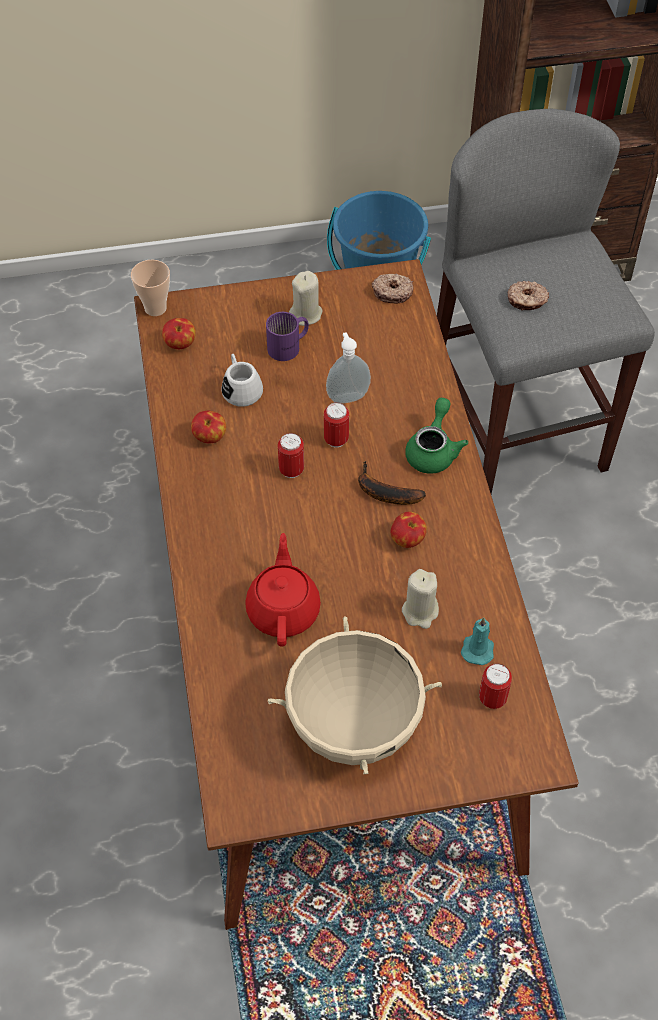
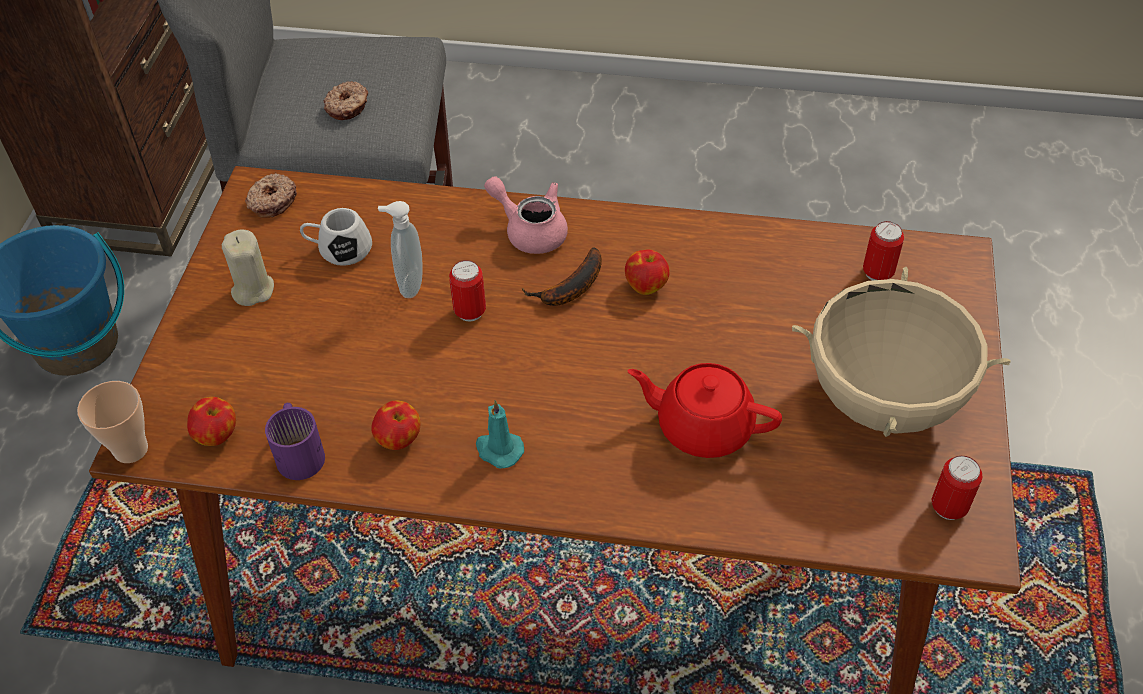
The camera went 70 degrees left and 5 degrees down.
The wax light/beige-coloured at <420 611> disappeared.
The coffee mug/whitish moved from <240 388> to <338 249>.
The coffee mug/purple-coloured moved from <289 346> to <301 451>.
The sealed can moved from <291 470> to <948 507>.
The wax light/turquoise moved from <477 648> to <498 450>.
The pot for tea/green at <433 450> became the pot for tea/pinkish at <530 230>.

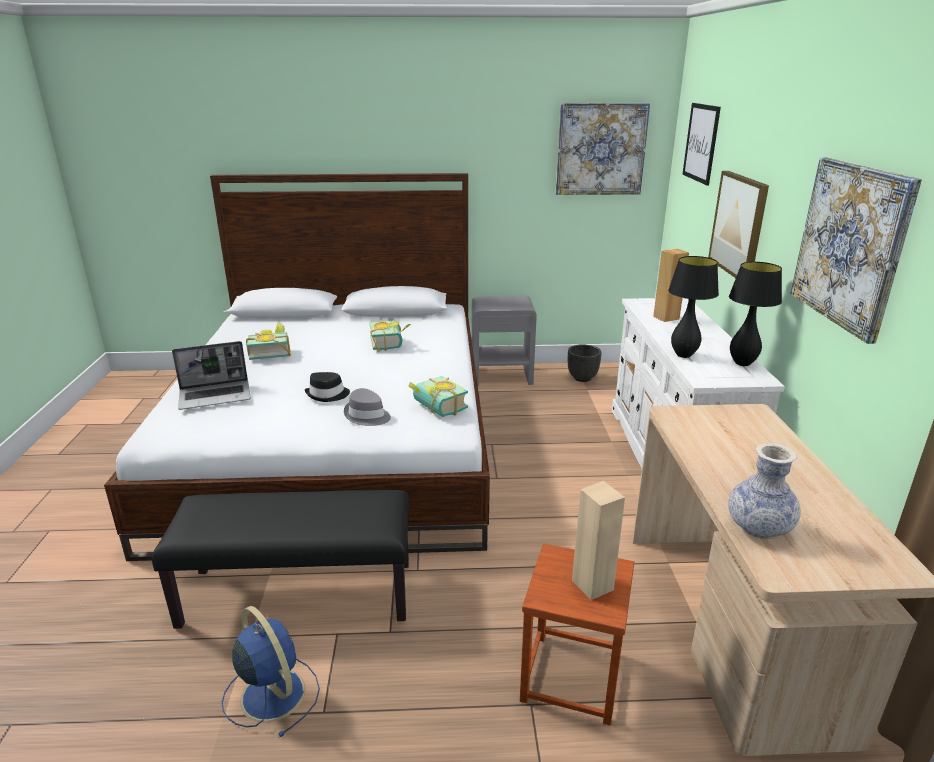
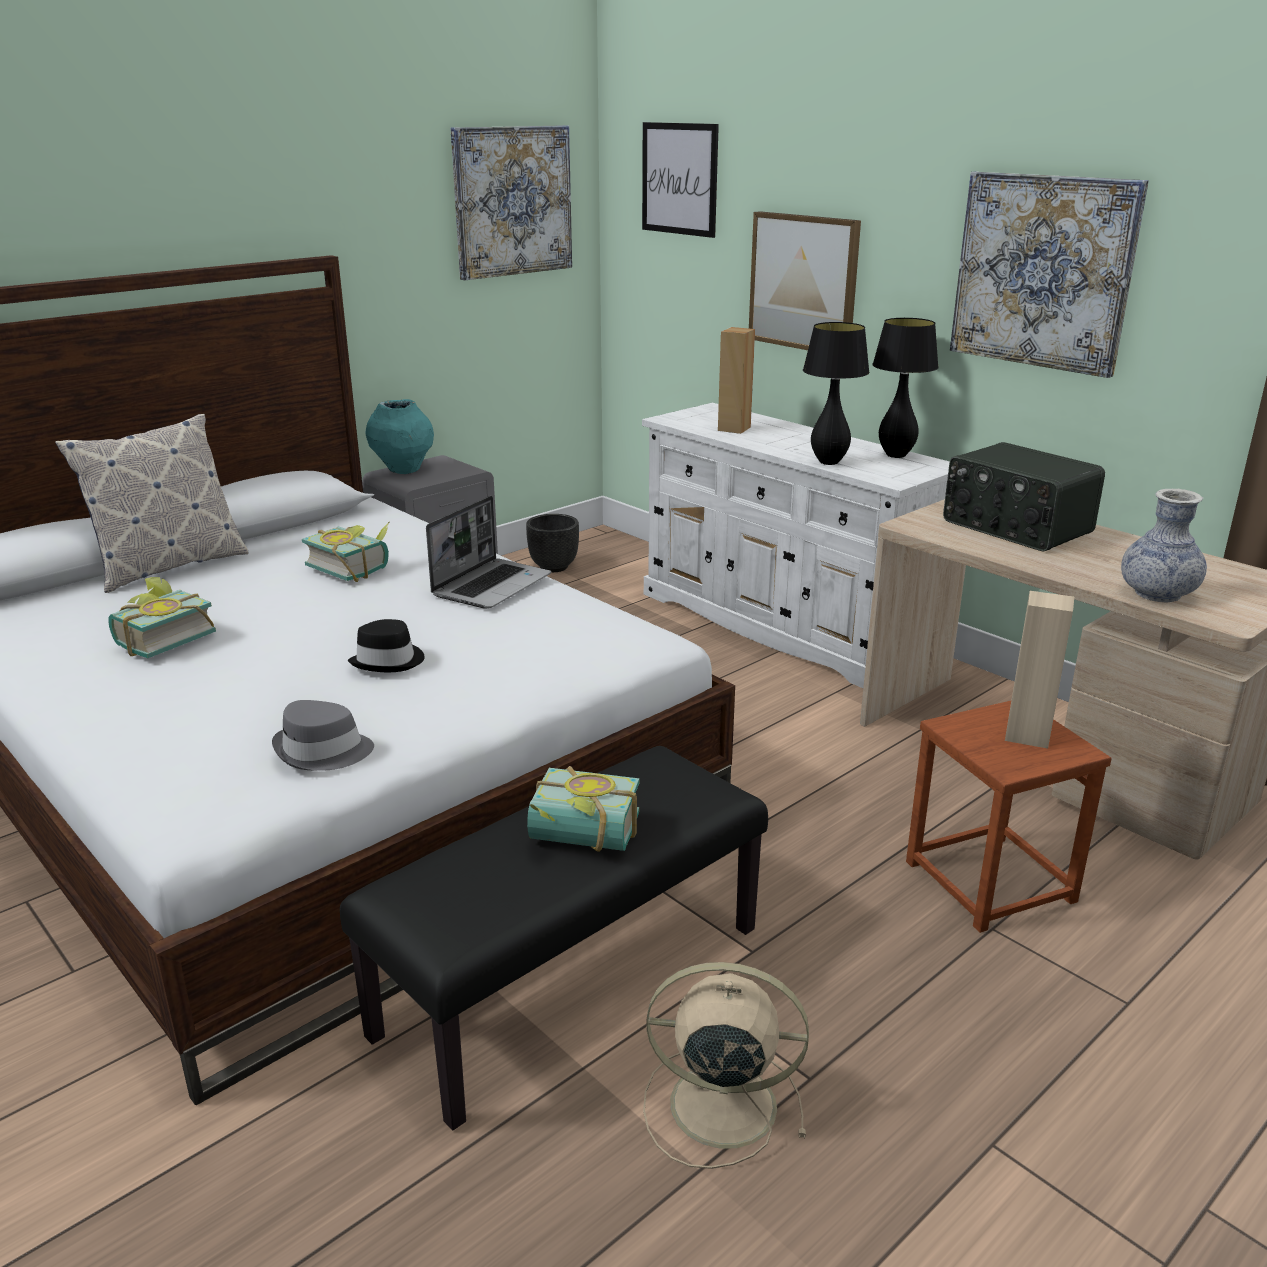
The camera went 40 degrees left and 0 degrees up.
The cushion at <169 566> appeared.
The decorative vase/turquoise at <403 470> appeared.
The radio at <1015 527> appeared.
The notebook computer moved from <216 396> to <492 585>.
The hat/gray moved from <367 416> to <323 752>.
The book moved from <436 409> to <581 840>.
The electric fan/blue at <271 693> became the electric fan/beige-coloured at <718 1104>.

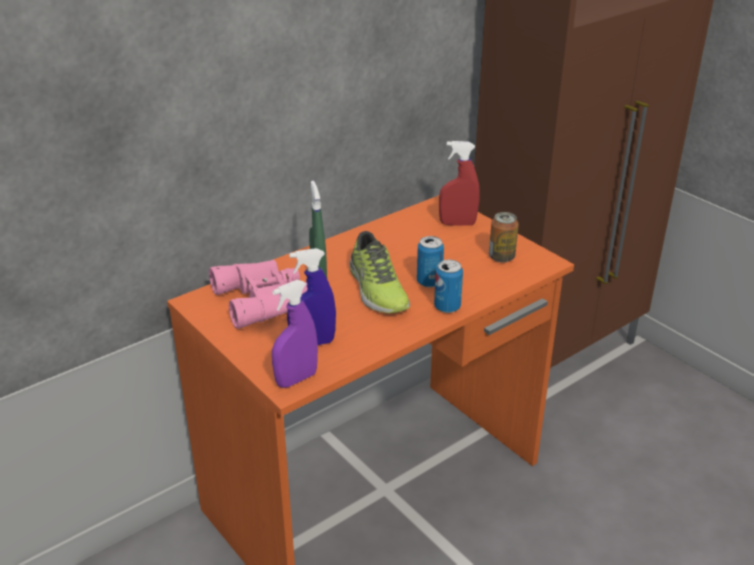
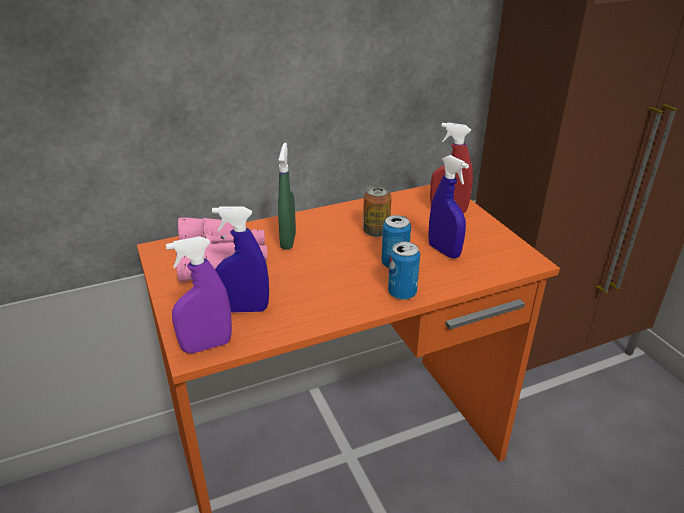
The camera went 15 degrees right and 0 degrees up.
The low shoe at <376 289> disappeared.
The hand sprayer/blue at <444 251> appeared.
The sealed can moved from <501 257> to <376 232>.

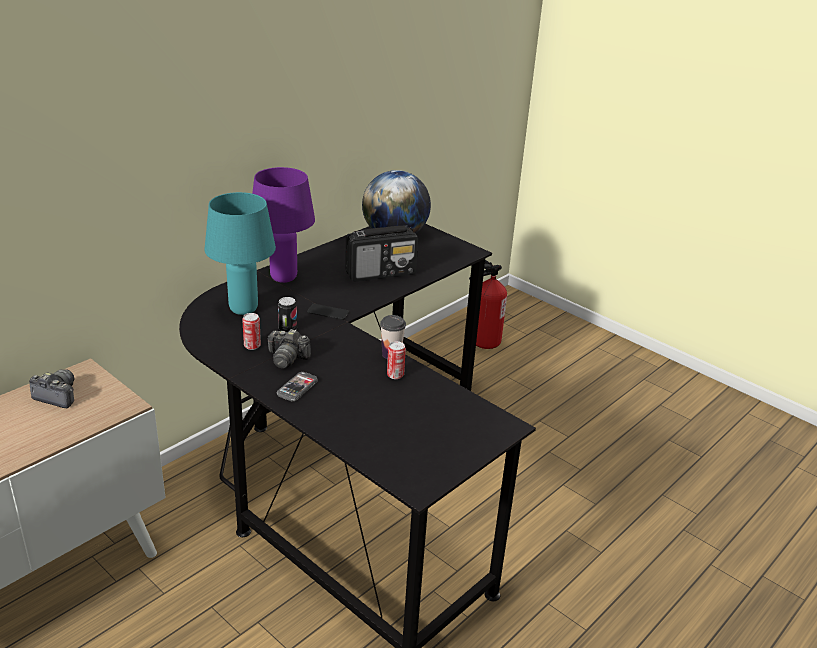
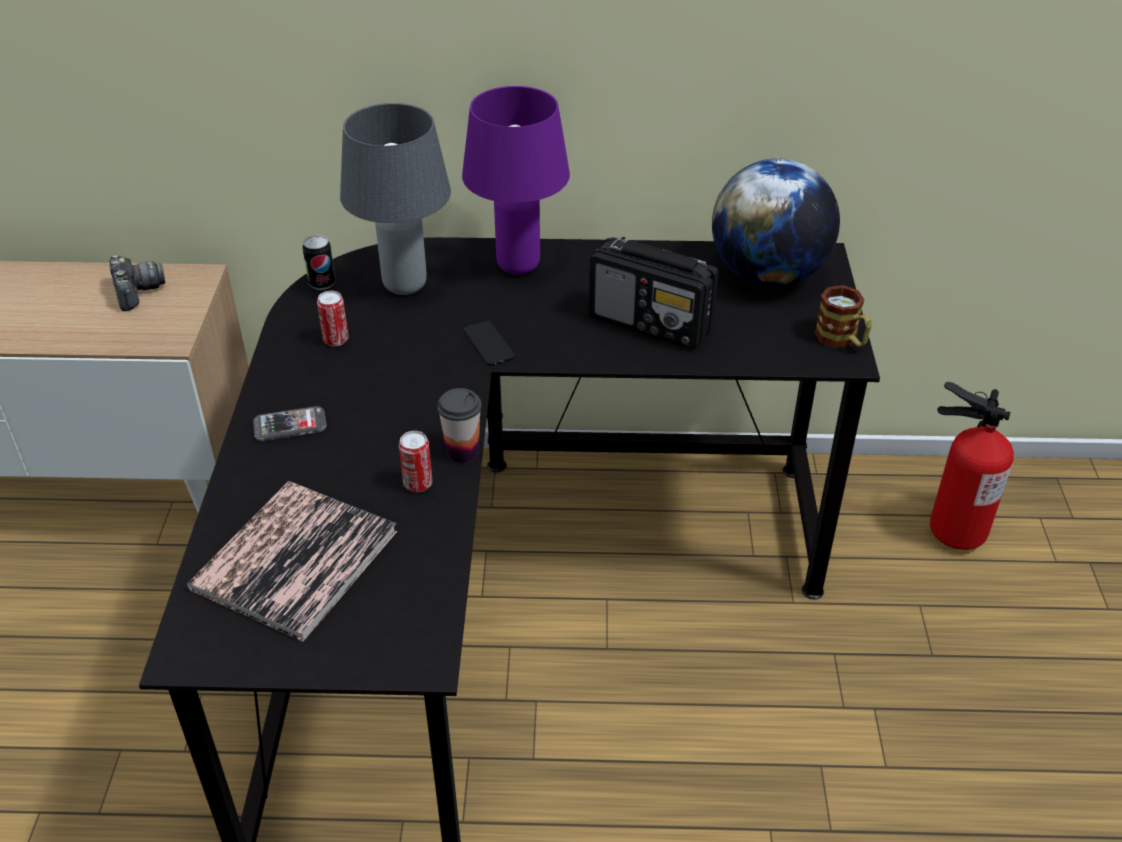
The camera went 50 degrees right and 10 degrees up.
The still camera at <287 358> disappeared.
The book at <295 560> appeared.
The coffee mug at <842 340> appeared.
The sealed can moved from <287 329> to <322 283>.
The lamp for a table/turquoise at <243 309> became the lamp for a table/gray at <405 284>.

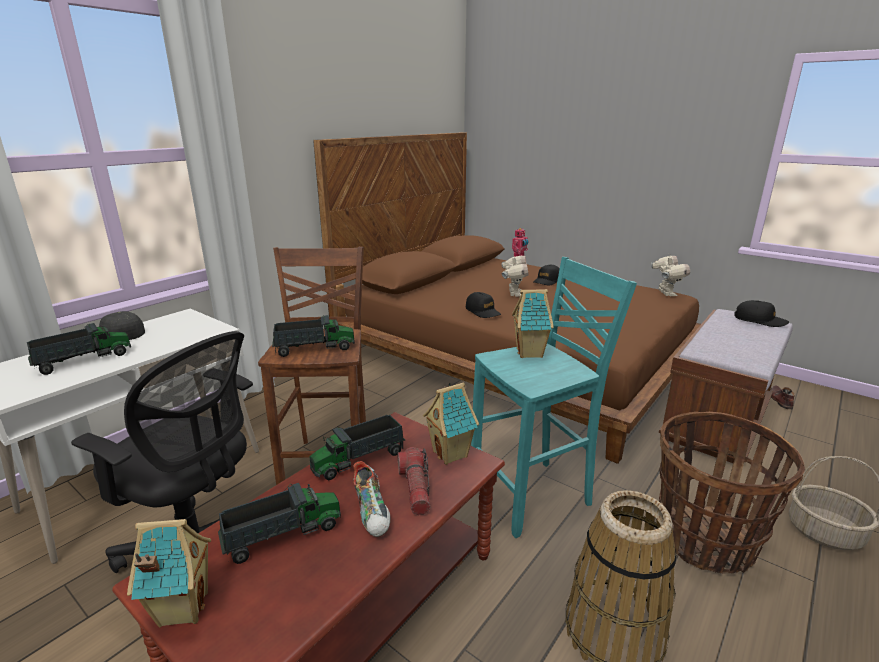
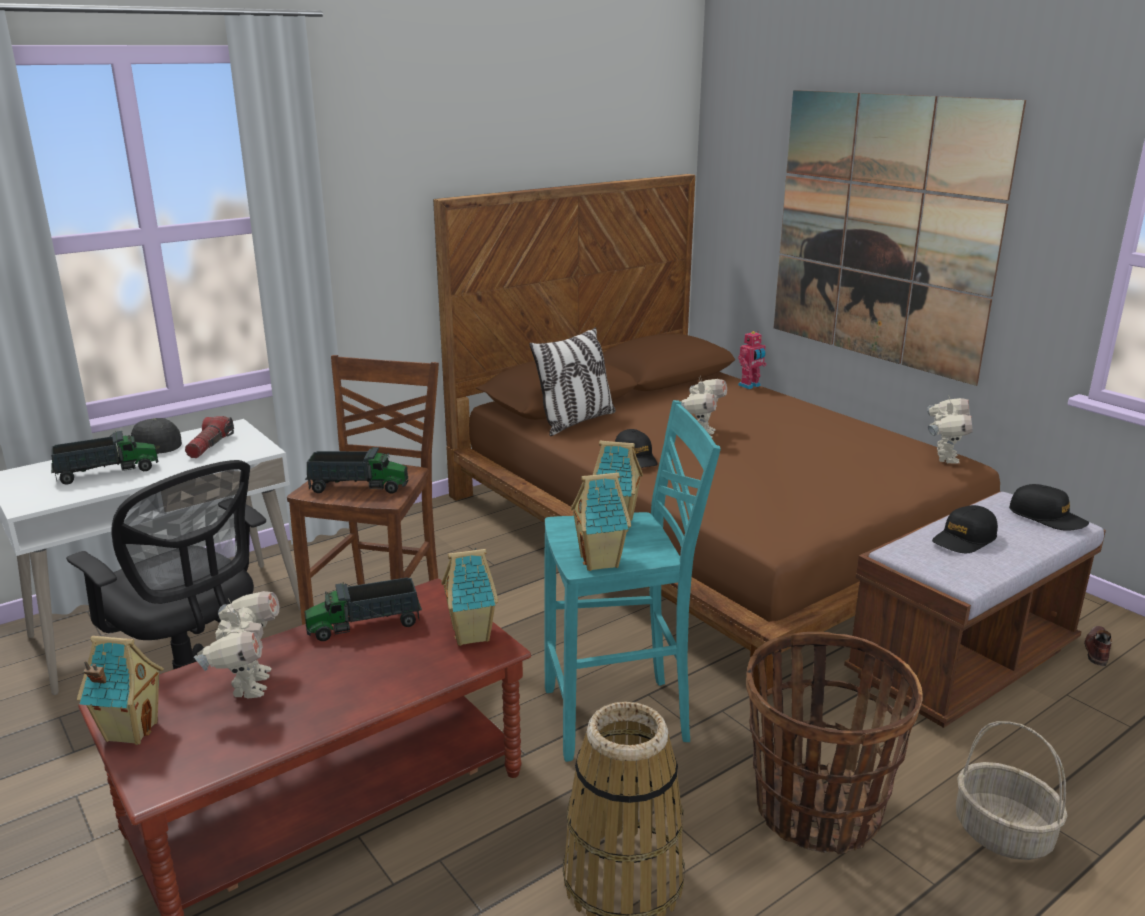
The camera went 15 degrees right and 0 degrees up.
The low shoe at <373 512> disappeared.
The cushion at <575 422> appeared.
The miniature house at <601 562> appeared.
The picture at <882 230> appeared.
The torch moved from <415 488> to <210 446>.
The baseball cap/black moved from <547 281> to <964 539>.
The model truck at <282 534> was replaced by the model robot at <248 685>.

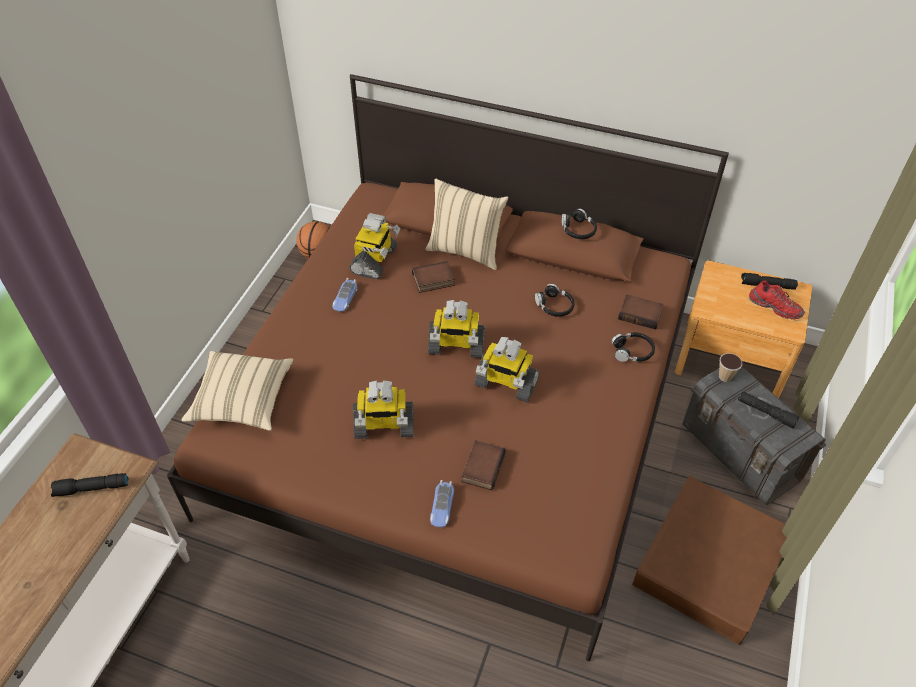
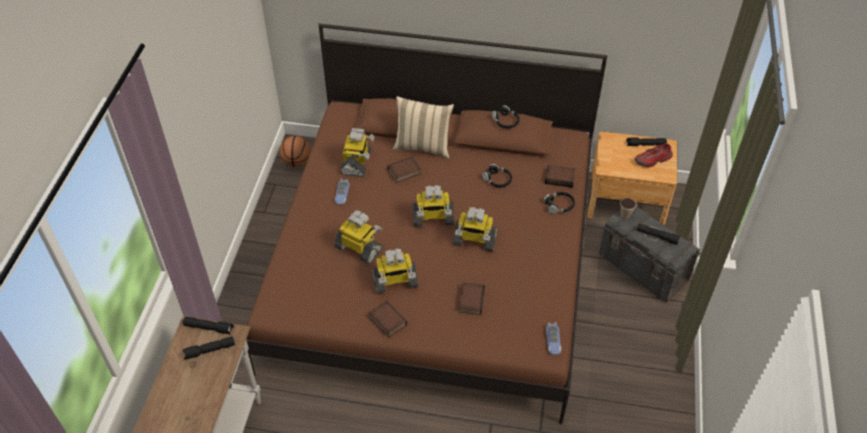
The camera went 10 degrees left and 0 degrees up.
The cushion/beige-coloured at <242 400> disappeared.
The storage box/brown-coloured at <709 563> disappeared.
The torch/black at <209 327> appeared.
The model robot at <359 248> appeared.
The book at <386 321> appeared.
The miniature car moved from <442 507> to <553 341>.
The low shoe/reddish at <774 307> turned 135 degrees clockwise.

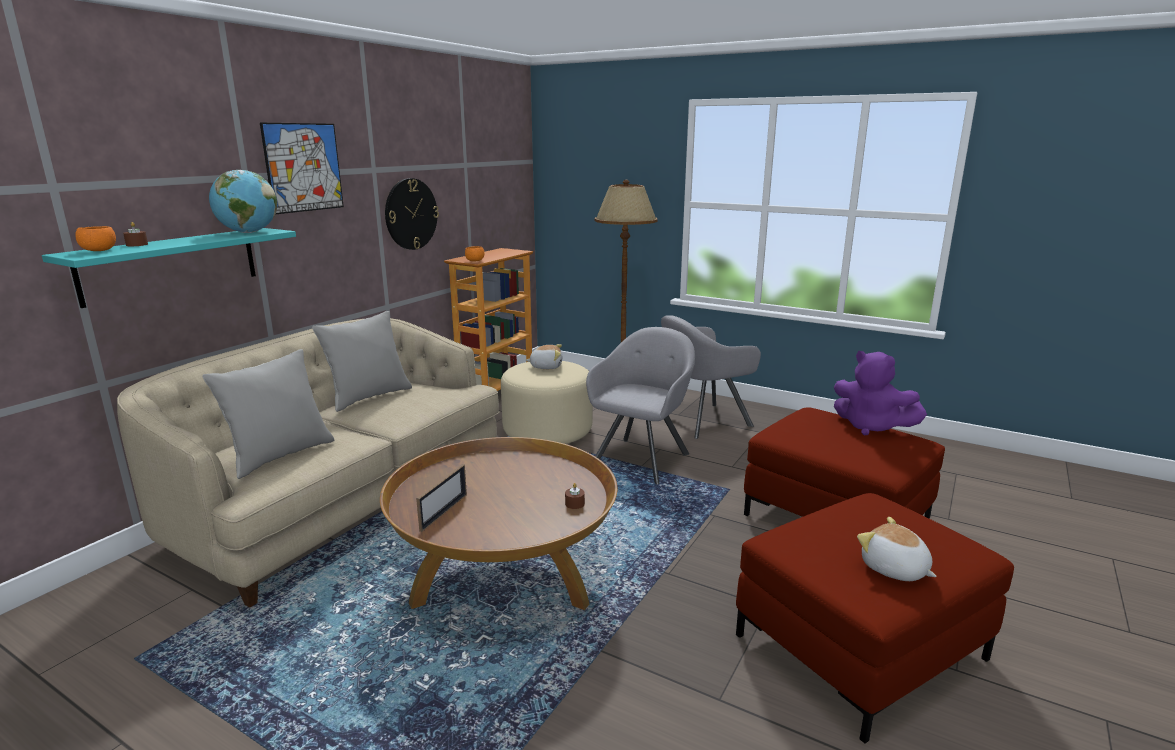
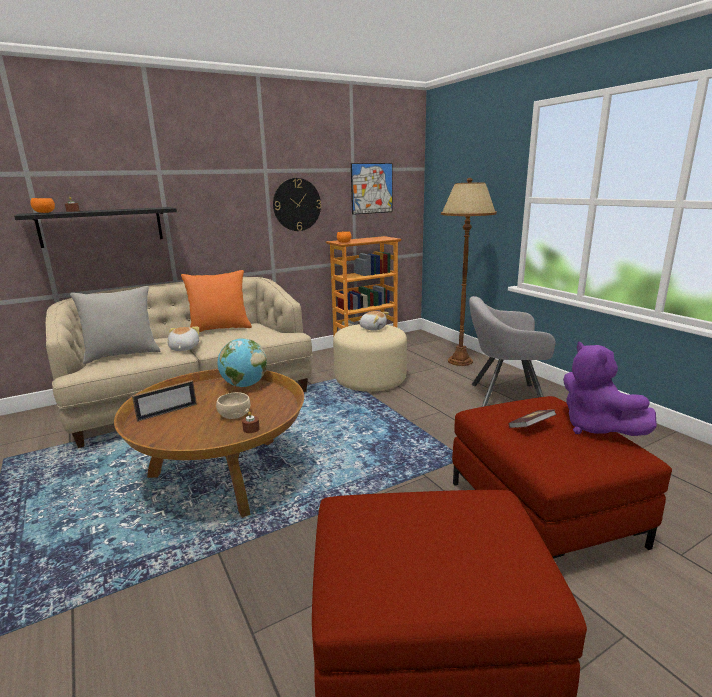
The camera went 30 degrees right and 0 degrees up.
The easy chair/gray at <642 458> disappeared.
The serving bowl/beige-coloured at <234 415> appeared.
The book at <531 427> appeared.
The globe moved from <248 232> to <244 385>.
The picture moved from <303 167> to <372 188>.
The plush toy moved from <894 569> to <183 348>.
The wall shelf/turquoise at <171 265> became the wall shelf/black at <102 226>.
The cushion/gray at <368 397> became the cushion/orangey at <220 329>.

